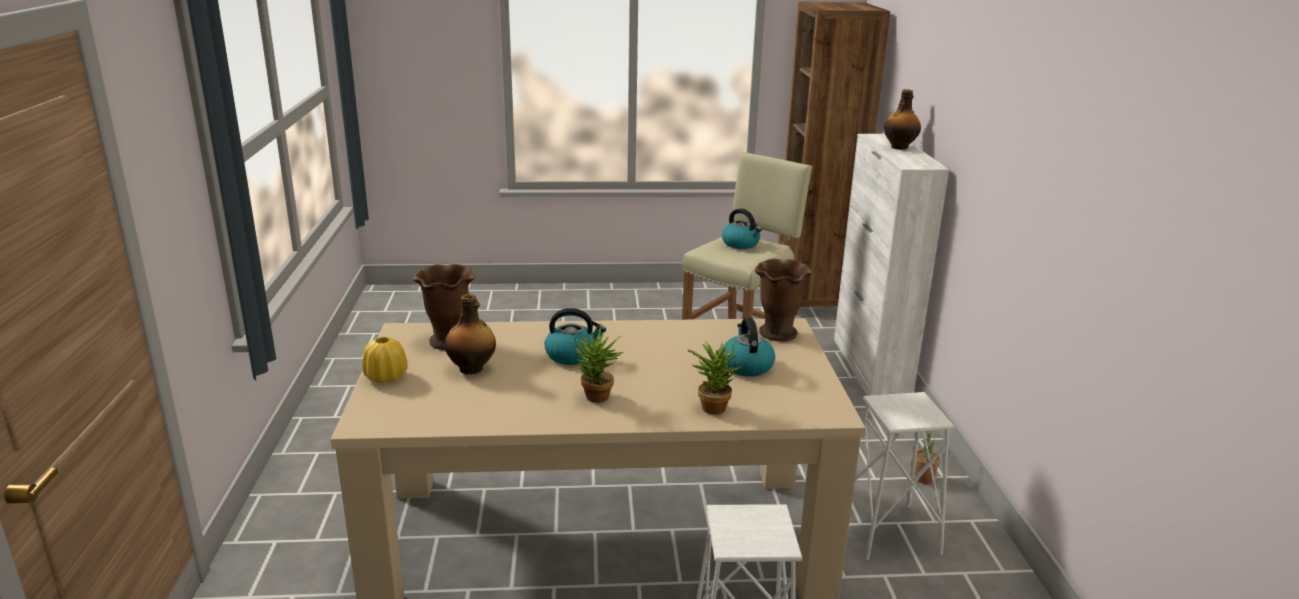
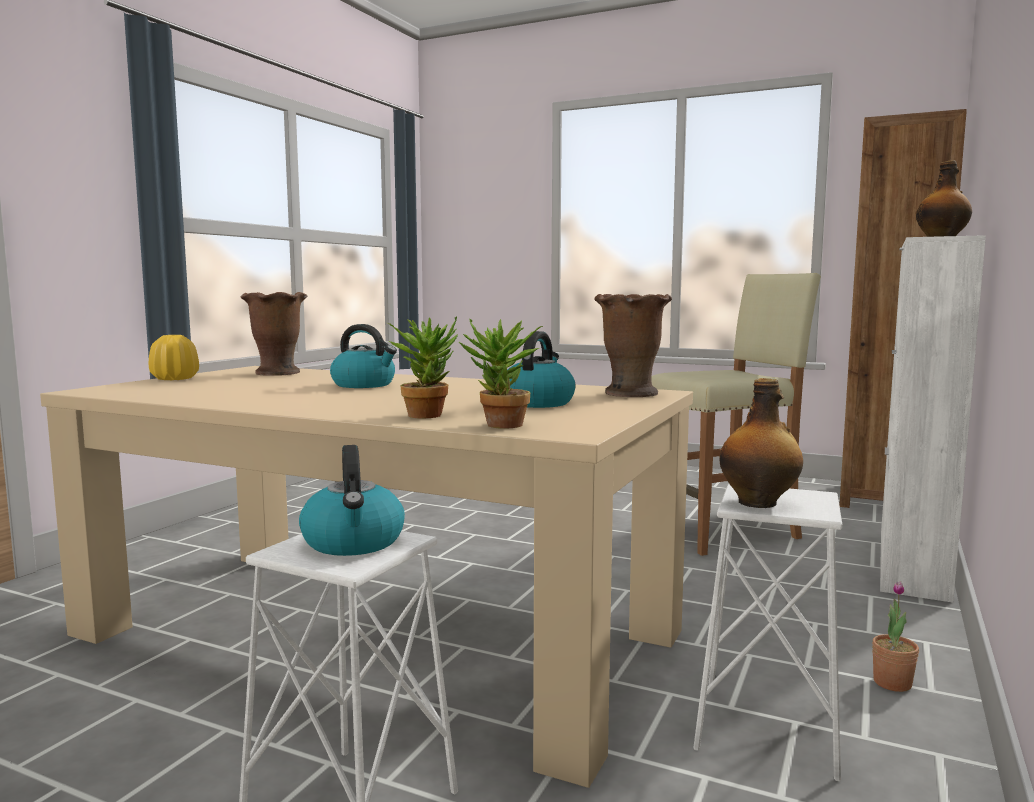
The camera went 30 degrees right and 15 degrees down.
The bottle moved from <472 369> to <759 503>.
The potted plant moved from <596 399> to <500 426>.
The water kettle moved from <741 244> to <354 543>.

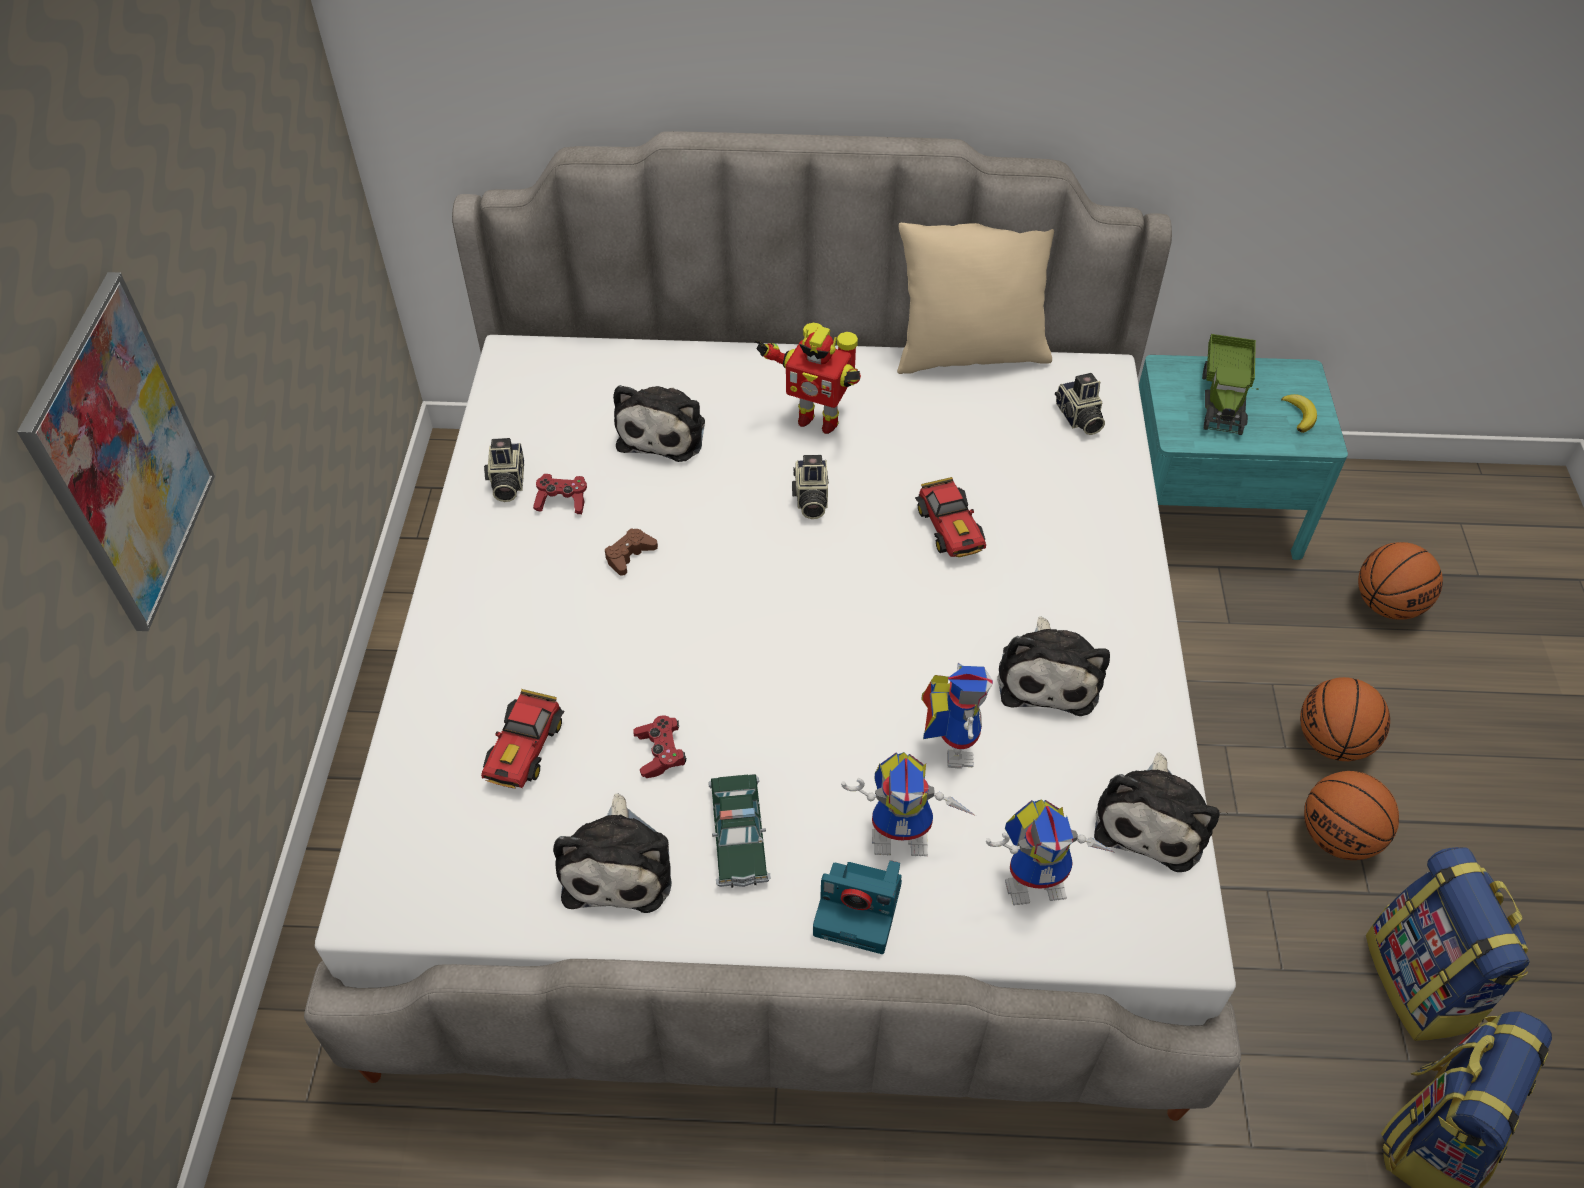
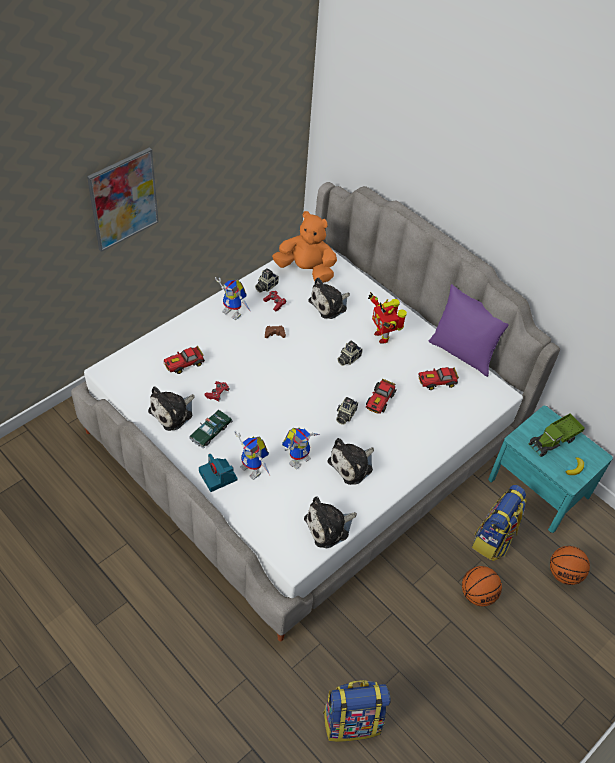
The camera went 40 degrees right and 0 degrees up.
The ball for basketball at <1337 837> disappeared.
The plush toy/orangey at <306 270> appeared.
The miniature car at <436 382> appeared.
The model robot moved from <1038 880> to <234 312>.
The still camera moved from <1078 418> to <345 415>.
The rucksack moved from <1421 983> to <494 539>.
The cushion/beige-coloured at <970 354> became the cushion/purple-coloured at <462 353>.

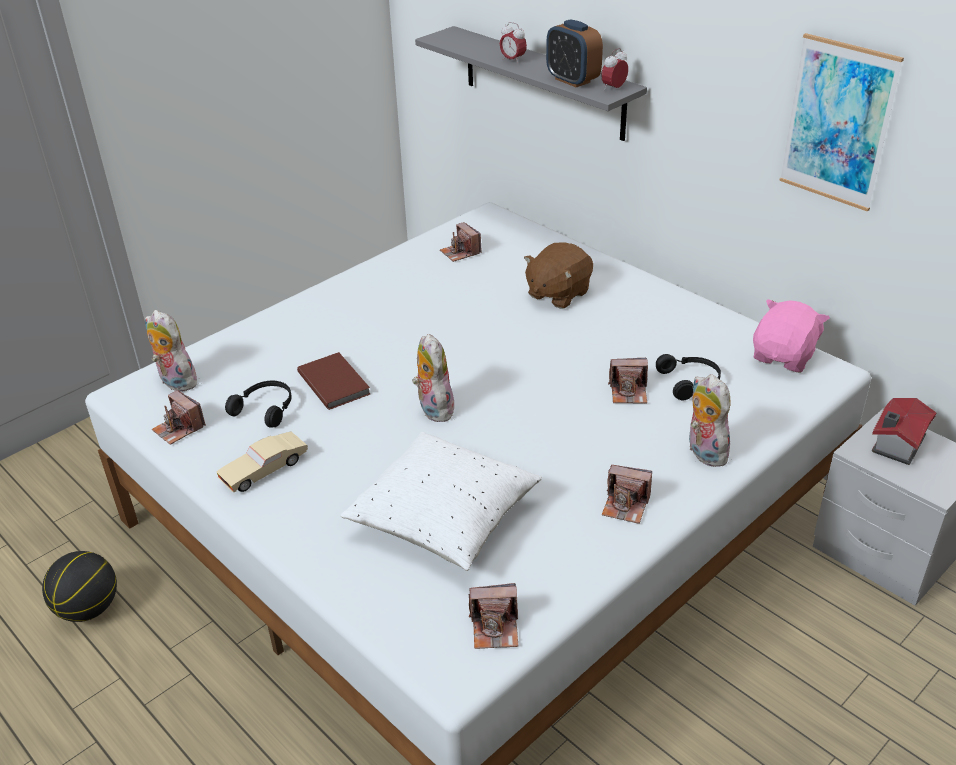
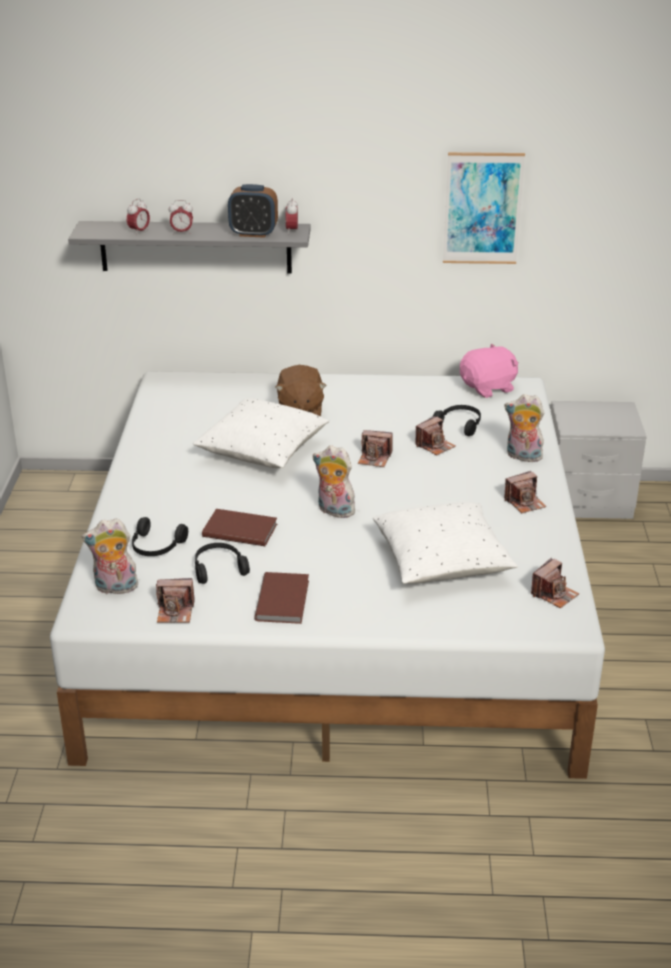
The camera went 45 degrees left and 5 degrees down.
The ball for basketball at <89 609> disappeared.
The miniature house at <896 444> disappeared.
The alarm clock at <139 232> appeared.
The headset/black at <156 547> appeared.
The cushion/whitish at <262 451> appeared.
The still camera moved from <460 252> to <374 458>.
The miniature car/beige-coloured at <264 470> was replaced by the book/brown-coloured at <284 600>.
The plush toy/pinkish at <784 357> turned 75 degrees clockwise.

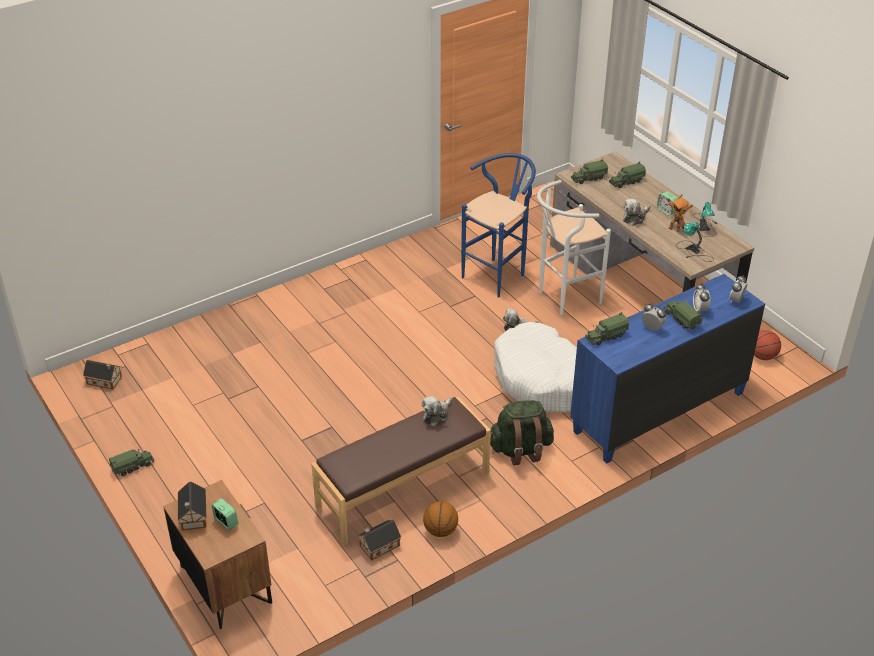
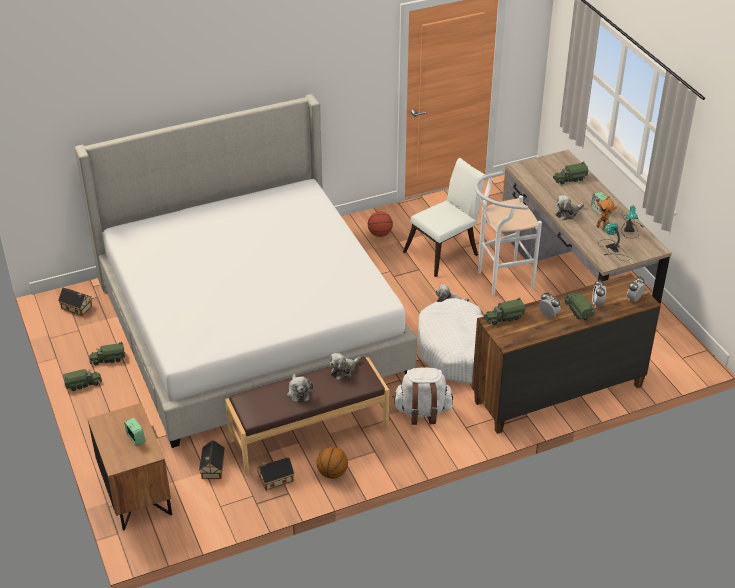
The camera went 10 degrees right and 0 degrees up.
The bed at <250 326> appeared.
The plush toy at <298 392> appeared.
The miniature house moved from <193 516> to <212 468>.
The model truck moved from <588 178> to <107 359>.
The ball for basketball moved from <762 356> to <380 234>.
The stool seat/blue at <498 274> was replaced by the plain chair/whitish at <445 252>.
The rucksack/green at <520 450> became the rucksack/whitish at <422 412>.
The dresser/blue at <657 412> became the dresser/brown-coloured at <557 393>.

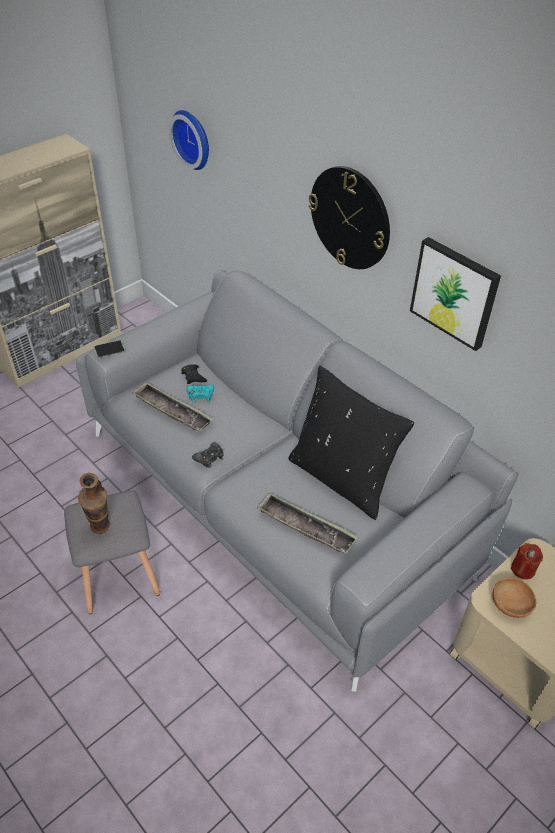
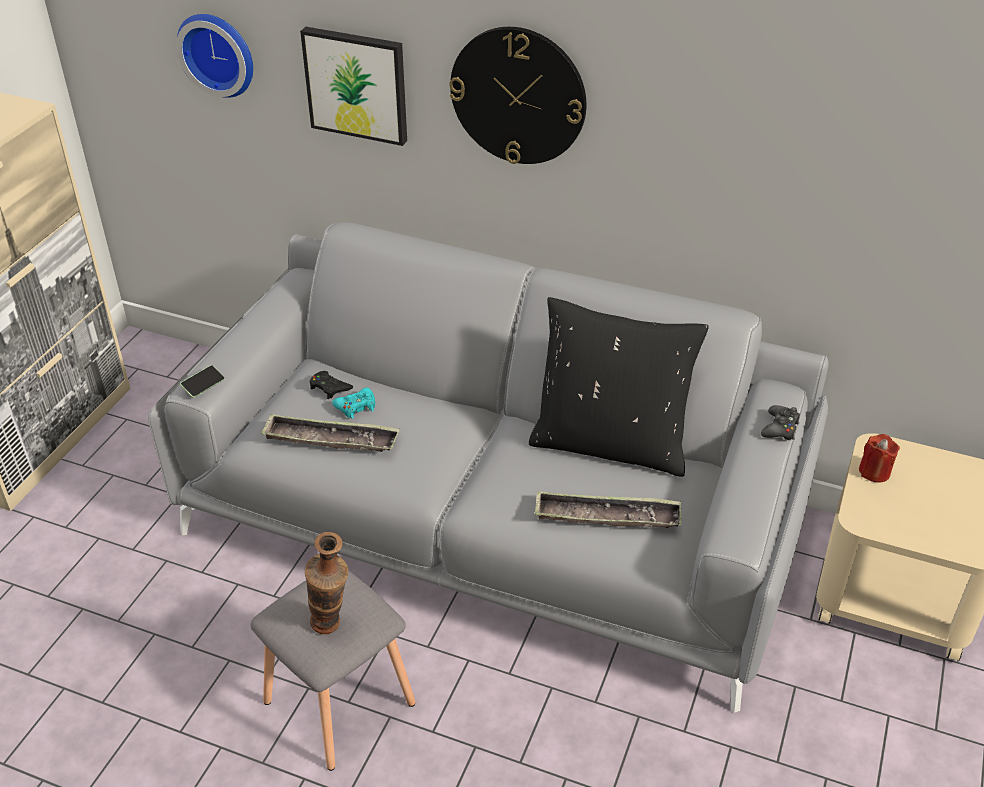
The camera went 25 degrees left and 5 degrees down.
The serving bowl/brown-coloured at <511 606> disappeared.
The joypad/black moved from <209 458> to <780 428>.
The picture moved from <455 292> to <357 84>.

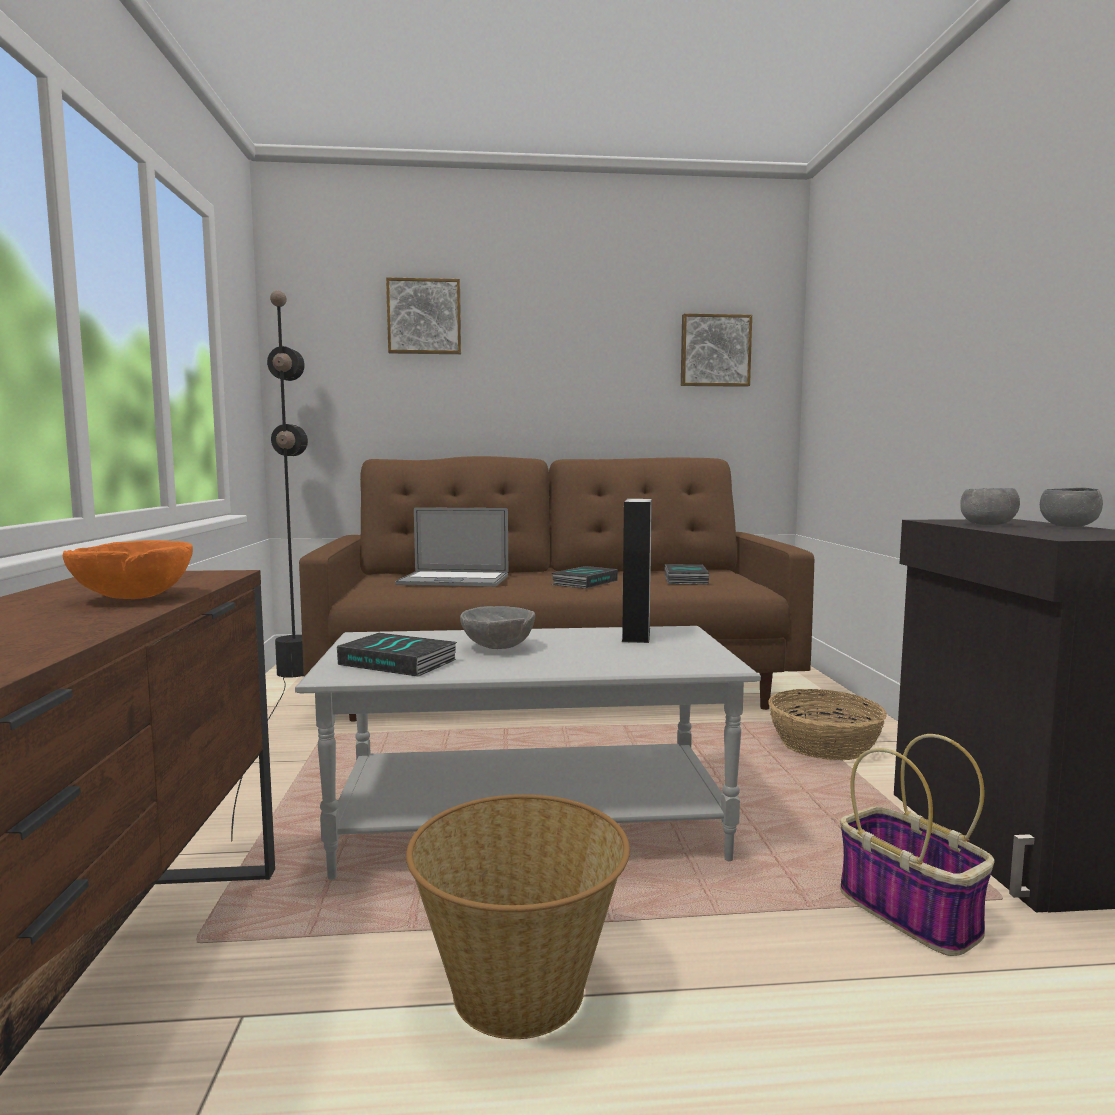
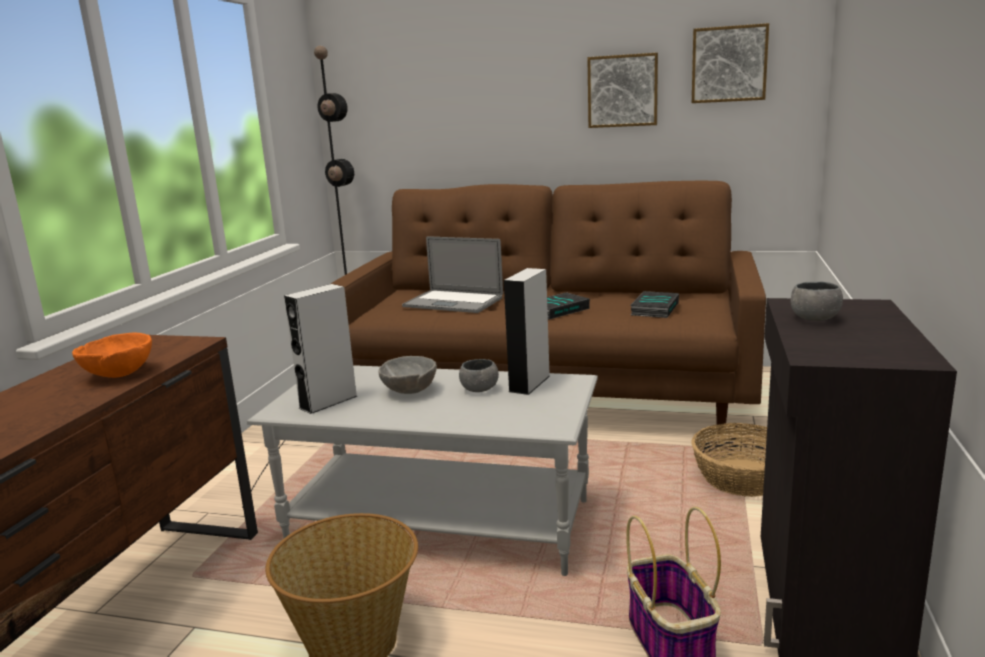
The camera went 20 degrees right and 10 degrees up.
The picture moved from <424 317> to <622 91>.
The serving bowl/gray moved from <1068 526> to <479 389>.
The book at <399 662> was replaced by the loudspeaker/gray at <328 402>.

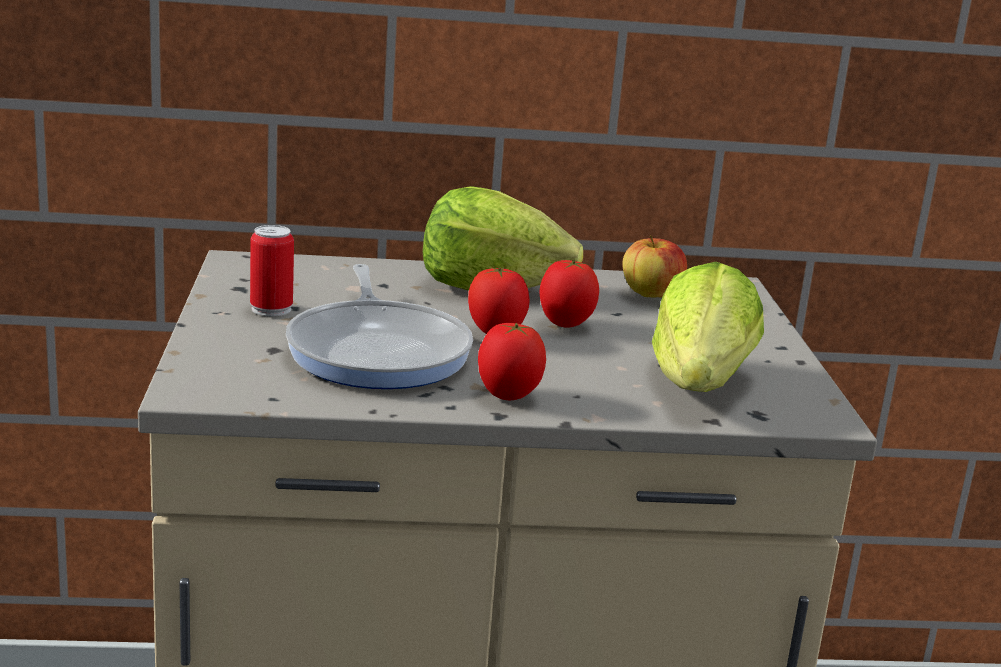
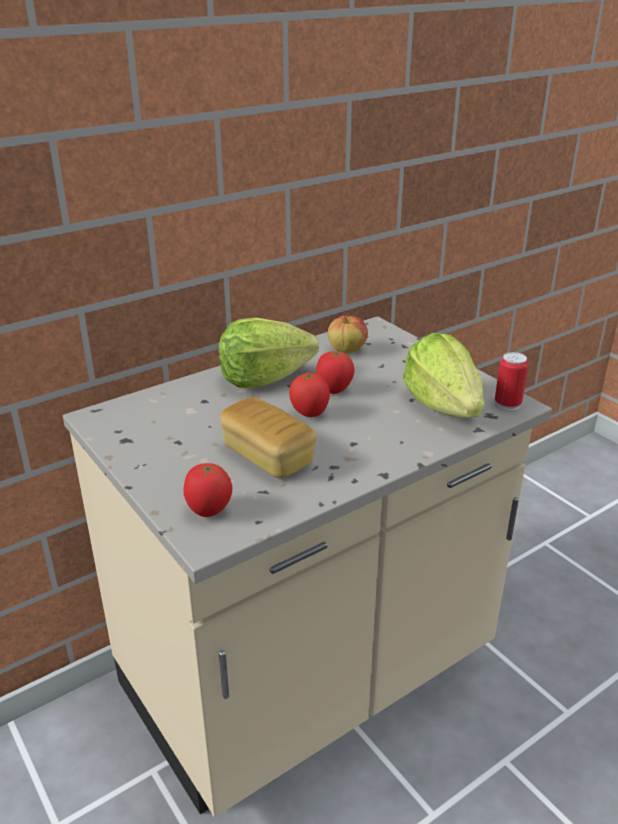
The camera went 30 degrees left and 10 degrees up.
The sealed can moved from <271 309> to <507 404>.
The tomato moved from <508 396> to <209 511>.
The pan at <379 351> was replaced by the baked bread at <268 456>.

